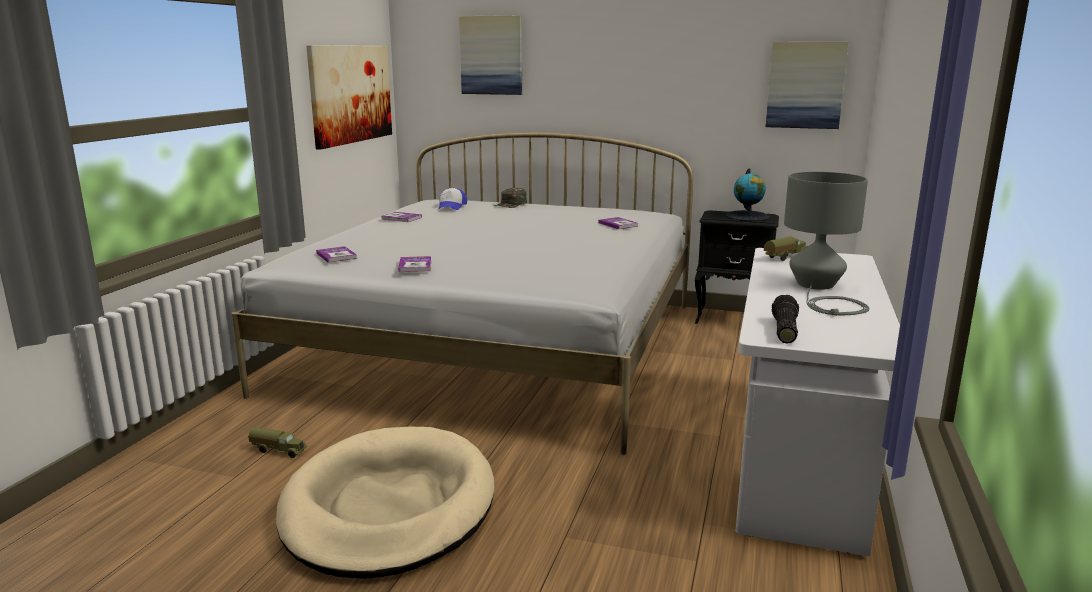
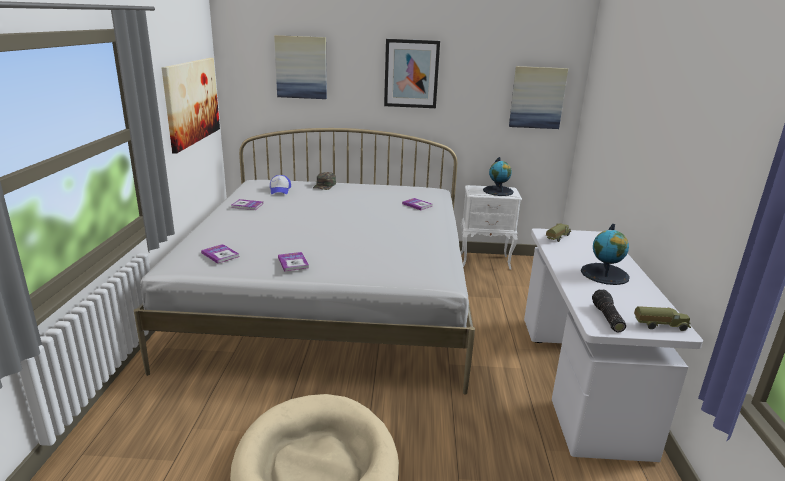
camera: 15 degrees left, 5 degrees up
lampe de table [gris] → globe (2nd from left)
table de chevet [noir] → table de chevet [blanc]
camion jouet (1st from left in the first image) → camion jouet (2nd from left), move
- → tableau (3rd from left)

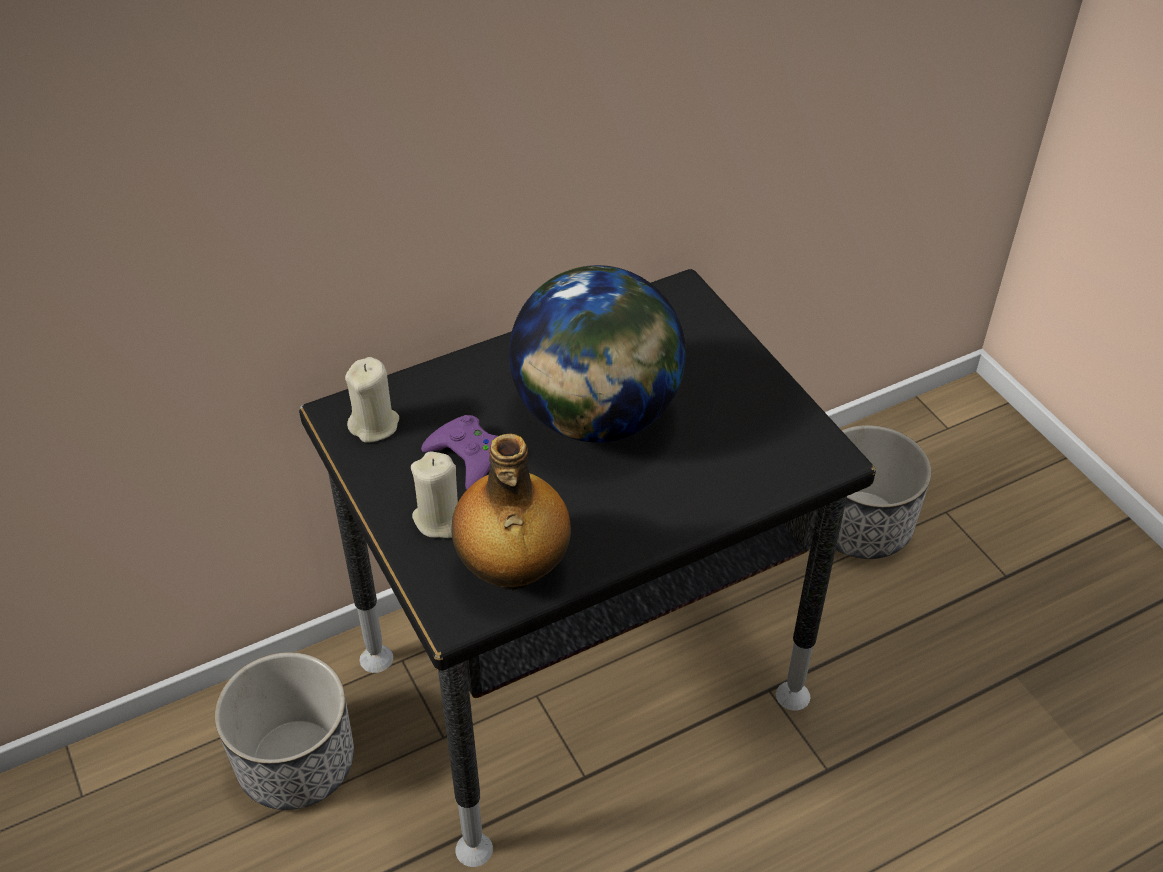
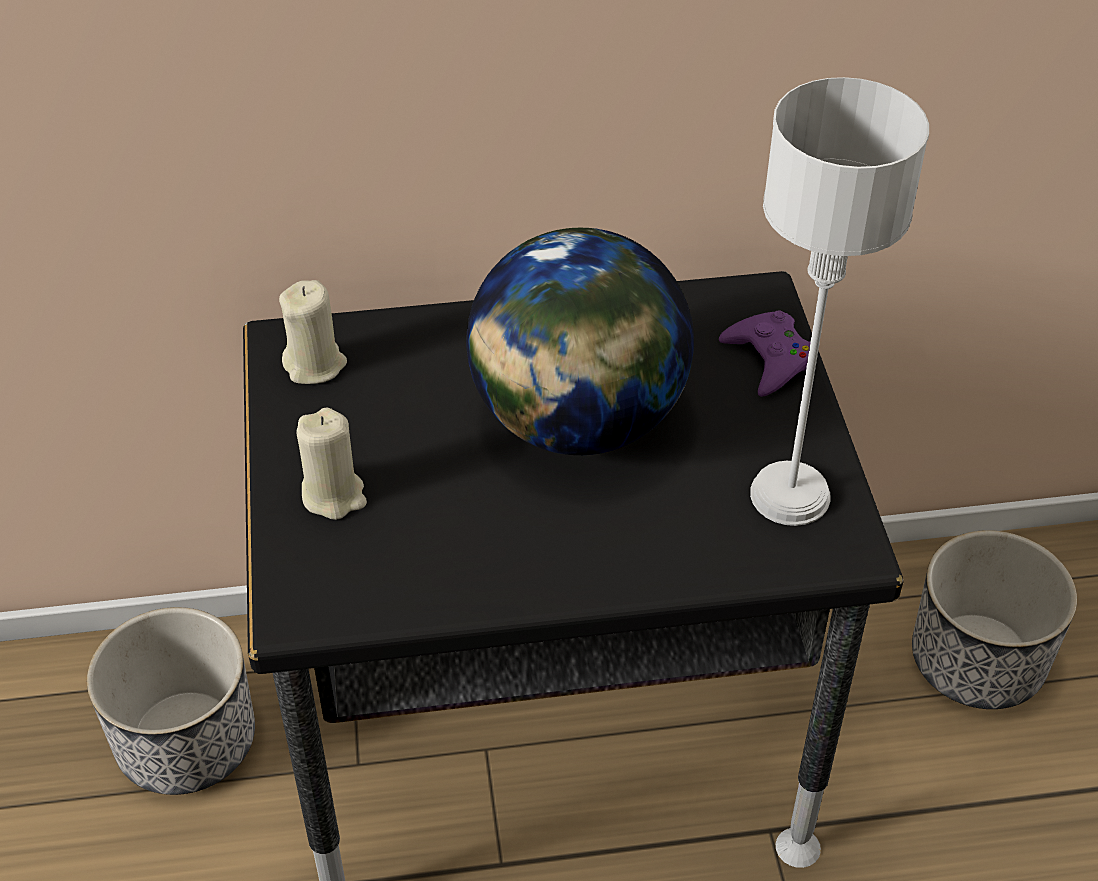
camera: 20 degrees right, 0 degrees up
manette [violet], move
bouteille → -
- → lampe de table [gris]

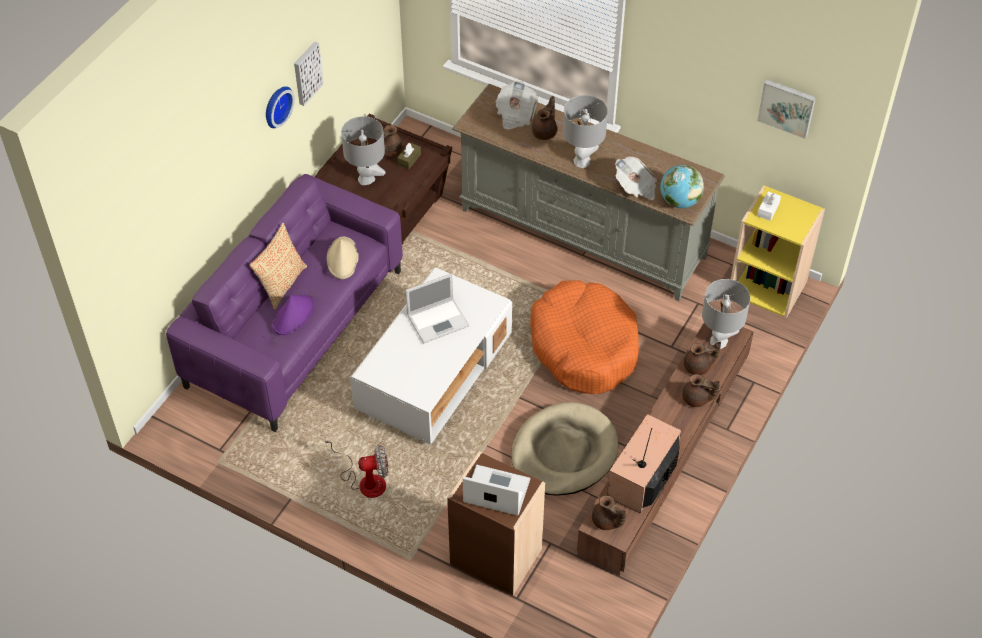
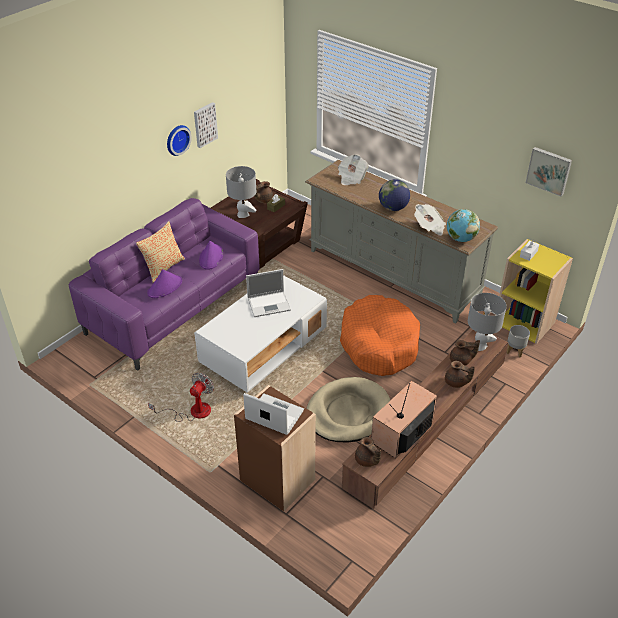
camera: 10 degrees right, 10 degrees down
lampe de table [gris] (2nd from left) → globe (1st from left)
théière [marron] (2nd from left) → -
chapeau [beige] → chapeau [violet] (2nd from left)
ventilateur, 60 degrees counterclockwise
- → cache-pot [gris]

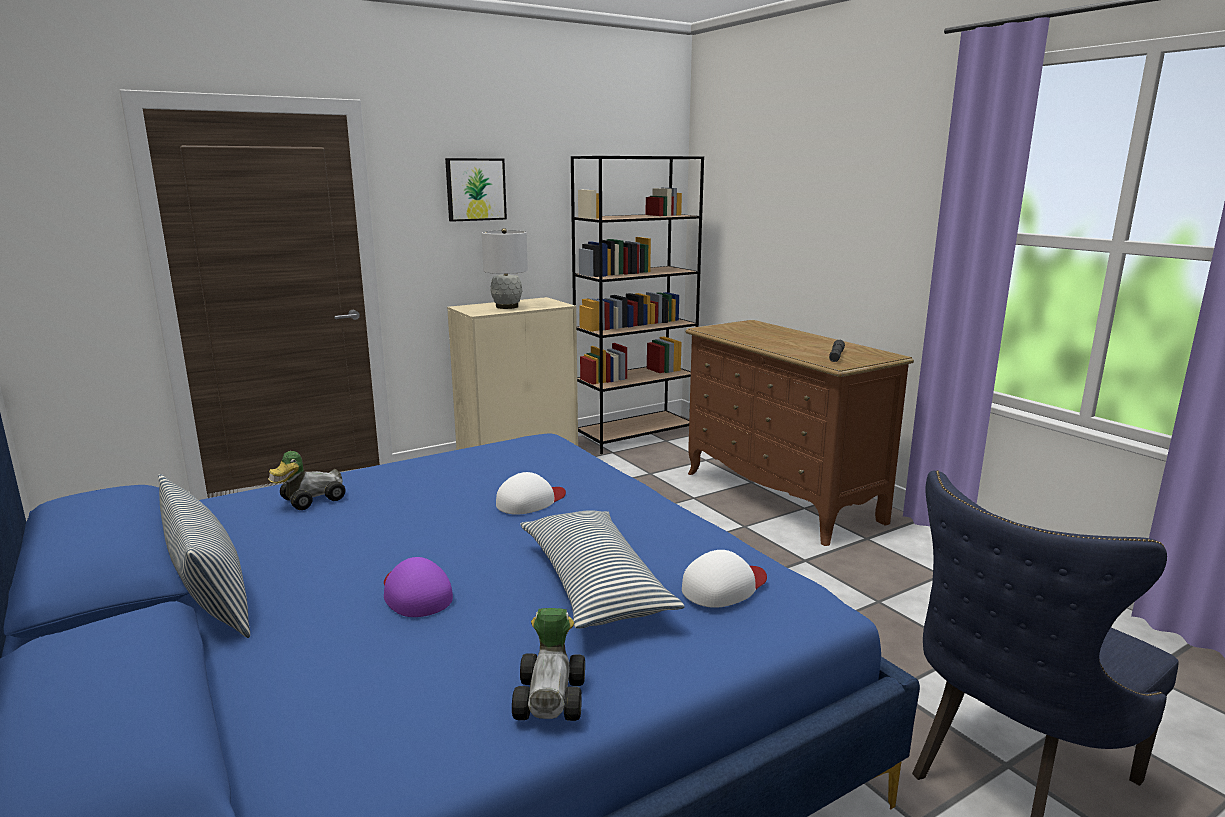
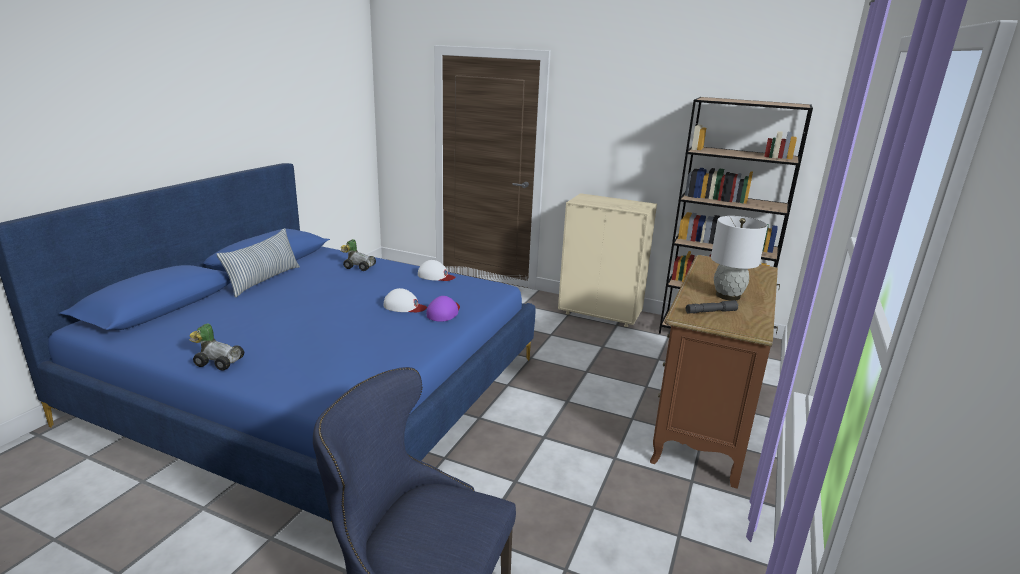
camera: 55 degrees right, 5 degrees up
tableau → -
lampe de table [blanc], move
coussin (2nd from left) → -
casquette [blanc] (2nd from left), move
casquette [violet], move
petite voiture (2nd from left in the first image) → petite voiture (1st from left), 135 degrees counterclockwise

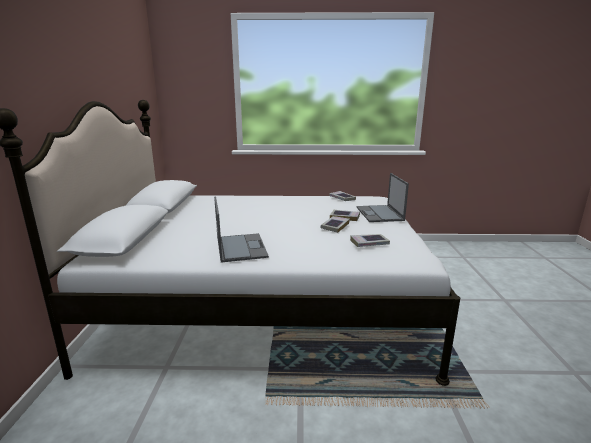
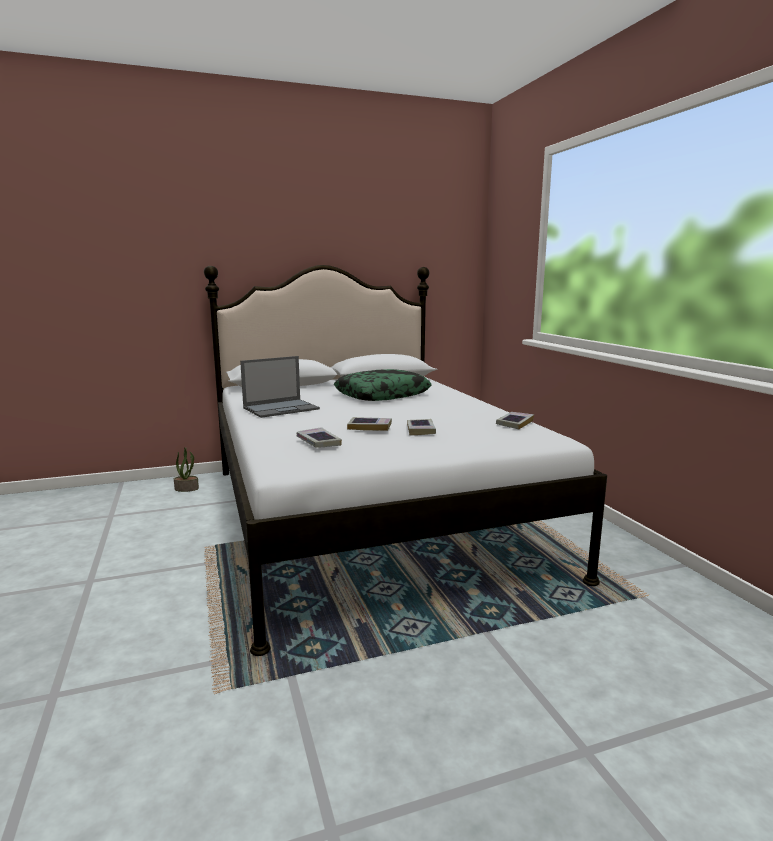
camera: 70 degrees right, 5 degrees down
ordinateur portable (2nd from left) → -
- → coussin
- → plante en pot

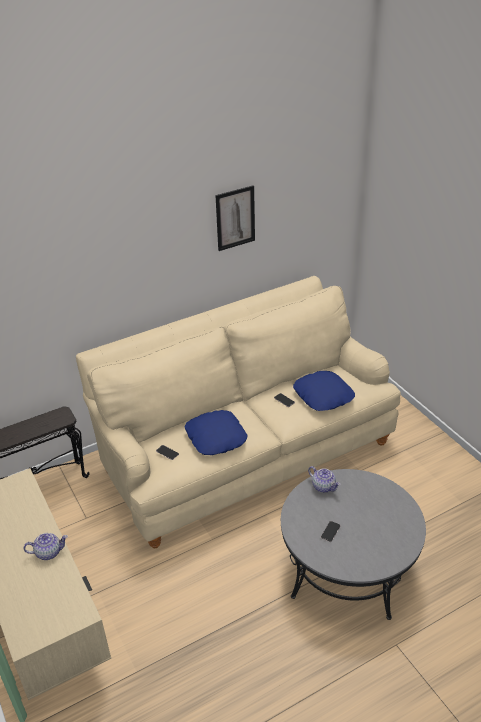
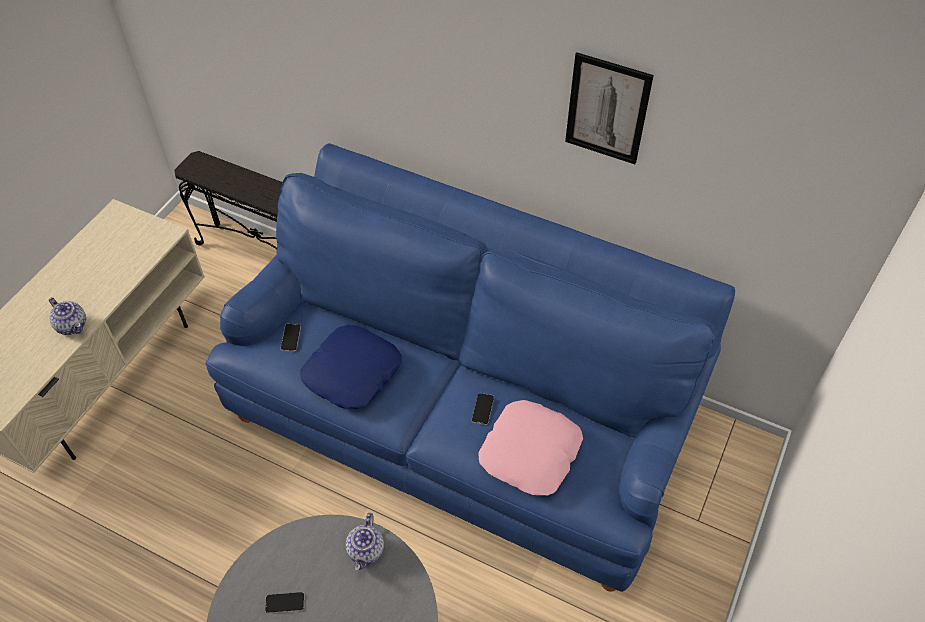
camera: 55 degrees right, 15 degrees up
canapé [beige] → canapé [bleu]
coussin [bleu] (2nd from left) → coussin [rose]

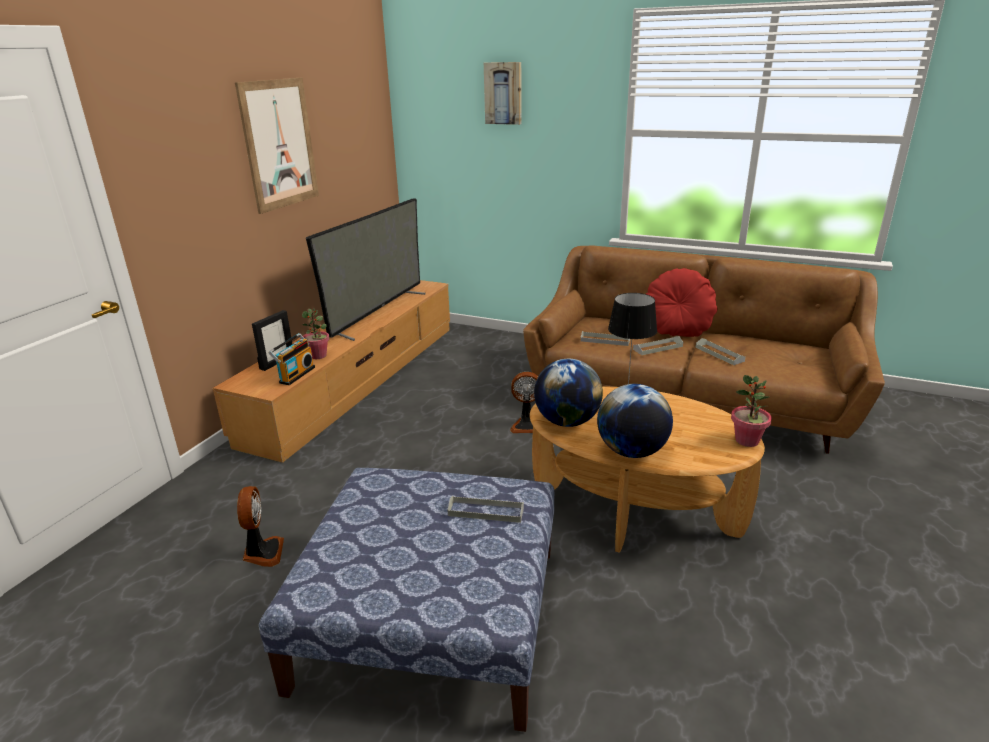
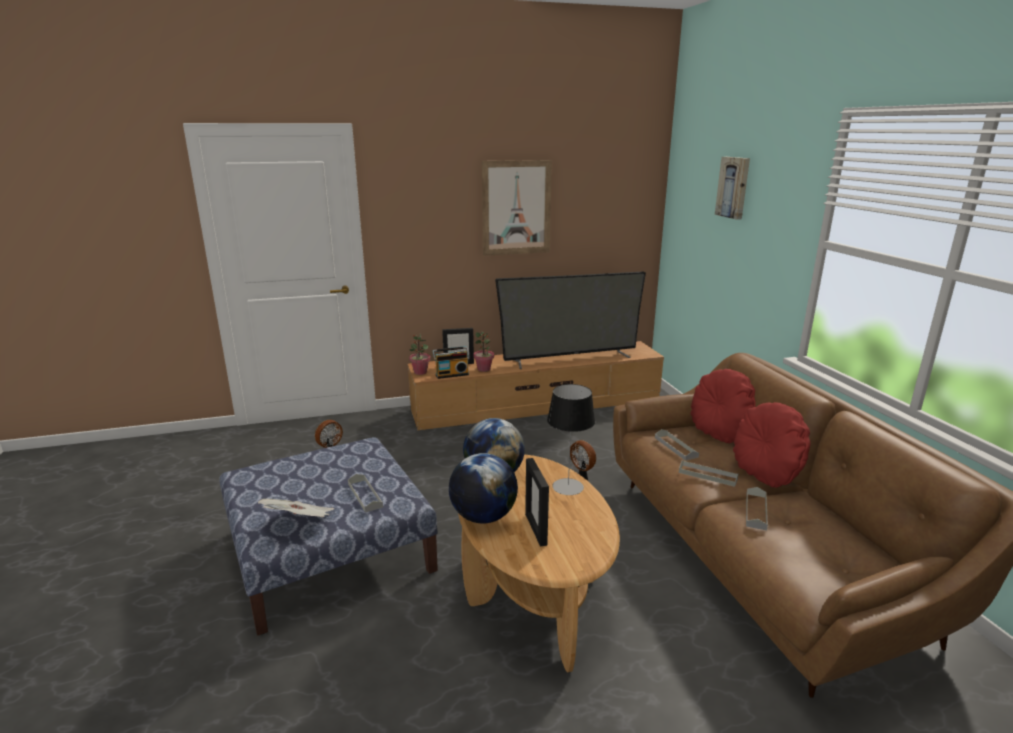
camera: 50 degrees right, 5 degrees down
plante en pot (2nd from left in the first image) → plante en pot (1st from left), move
- → coussin [rouge] (1st from left)
- → cadre photo (2nd from left)
- → journal

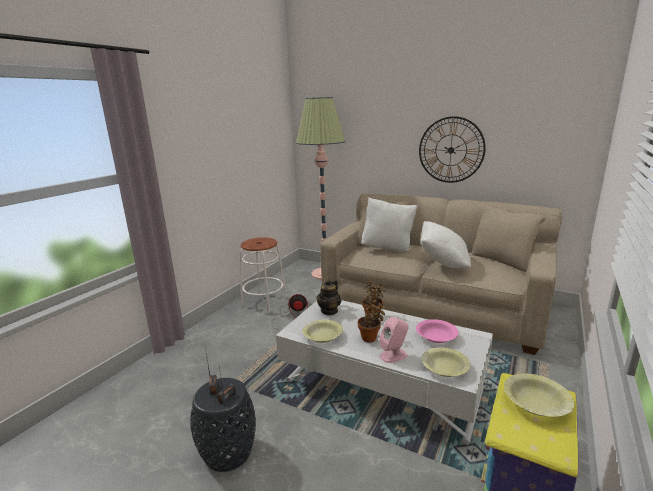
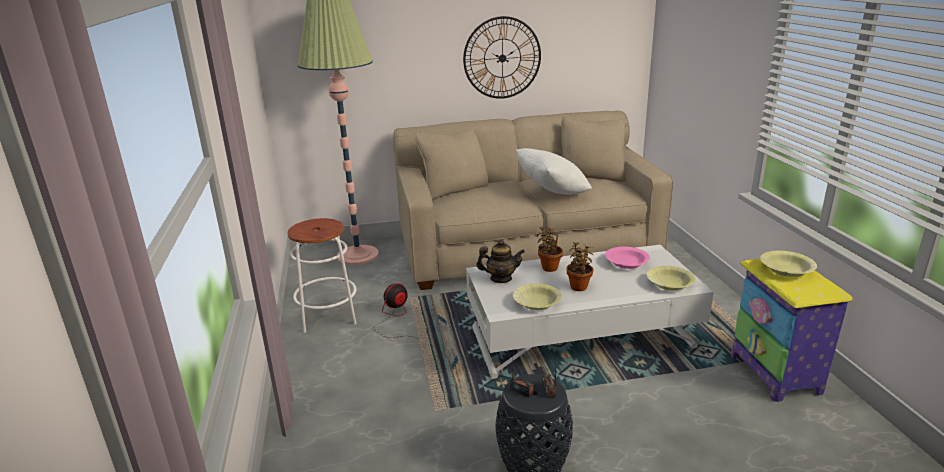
camera: 40 degrees left, 5 degrees up
coussin [blanc] (1st from left) → -
théière, 75 degrees counterclockwise
enceinte [rose] → -

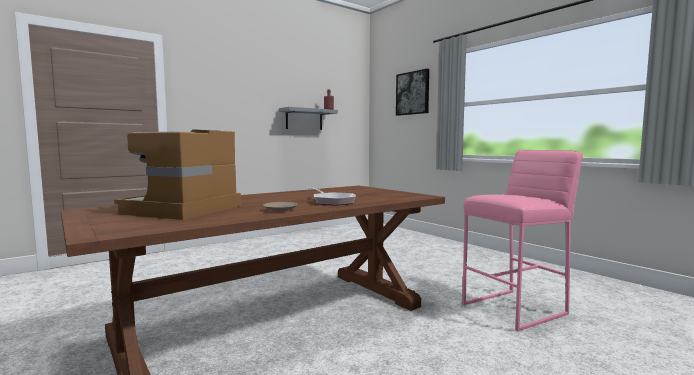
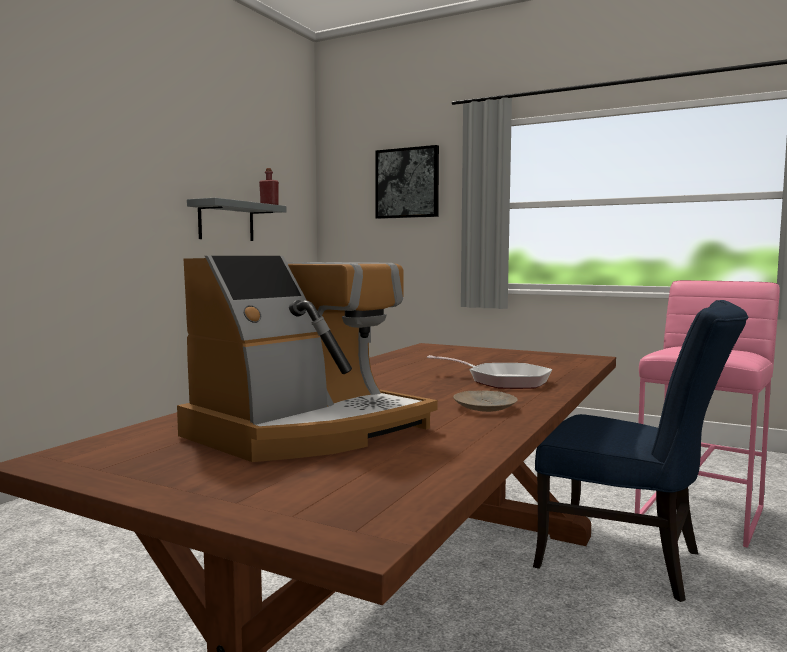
camera: 25 degrees left, 0 degrees up
machine à café, 135 degrees counterclockwise
- → chaise [bleu]

